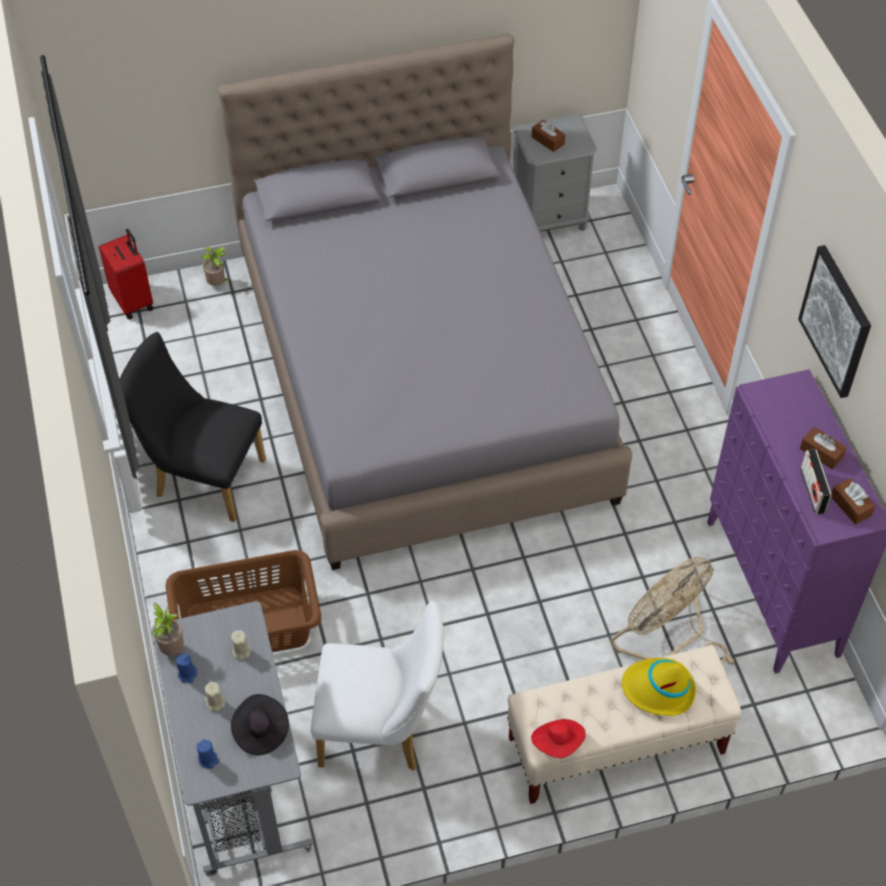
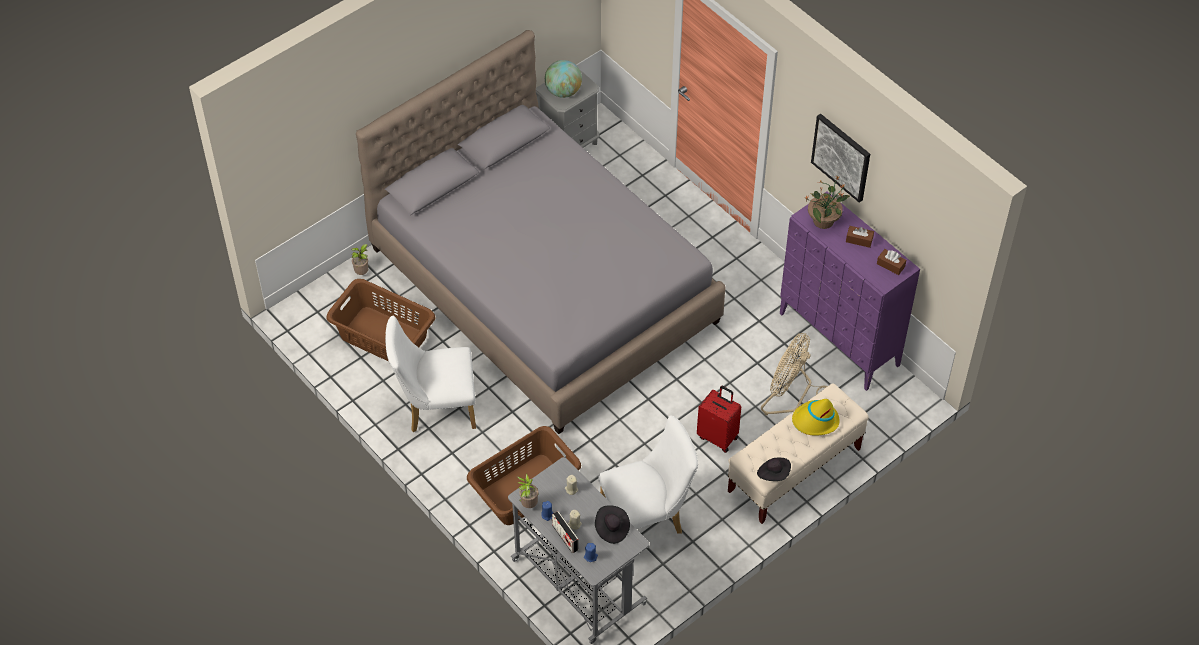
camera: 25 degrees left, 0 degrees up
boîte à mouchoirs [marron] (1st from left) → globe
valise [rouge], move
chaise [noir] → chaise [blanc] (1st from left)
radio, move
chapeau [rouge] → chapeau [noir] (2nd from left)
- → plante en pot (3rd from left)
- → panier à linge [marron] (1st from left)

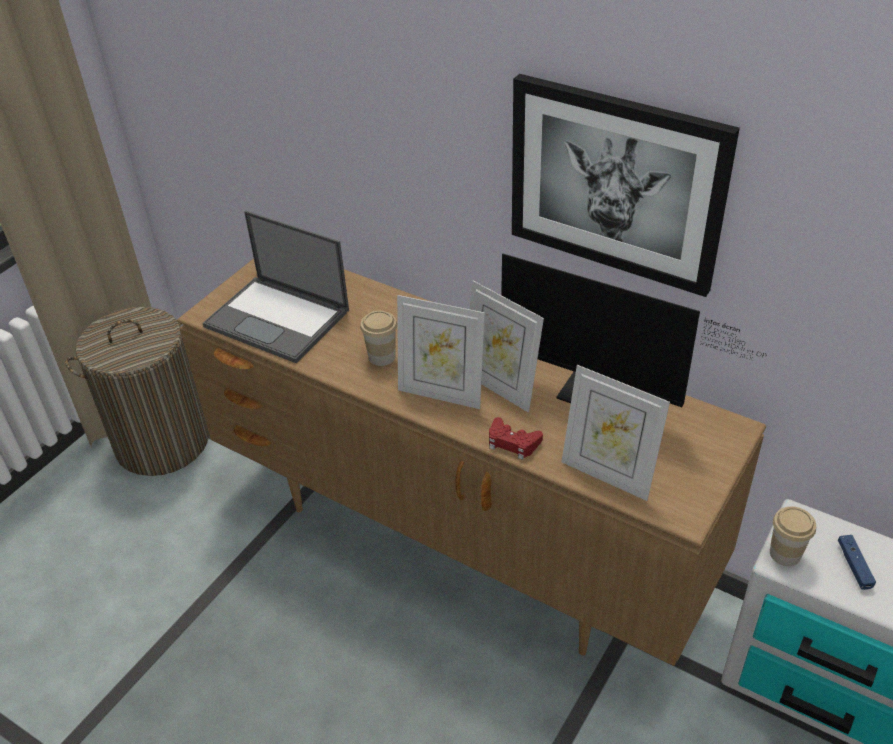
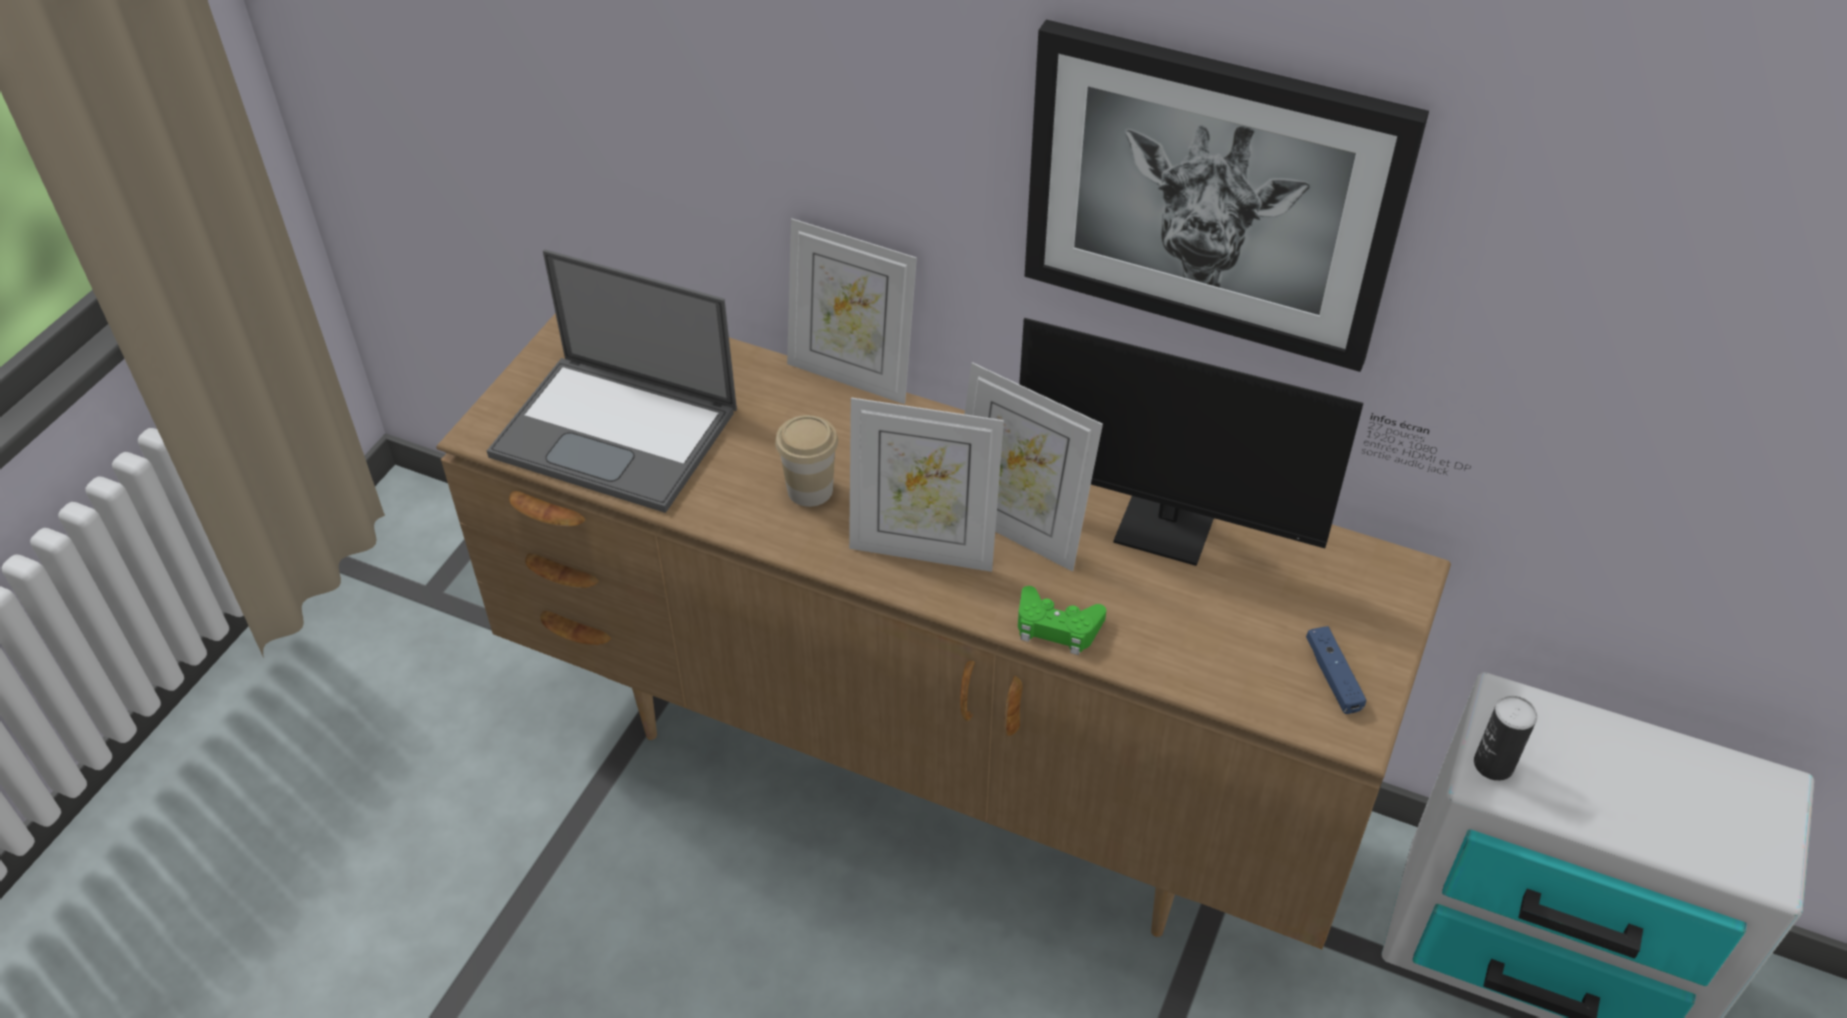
camera: 10 degrees left, 5 degrees up
panier à linge → -
cadre photo (3rd from left in the first image) → cadre photo (1st from left), move
manette [rouge] → manette [vert]
tasse (2nd from left) → boîte métallique
manette [bleu], move

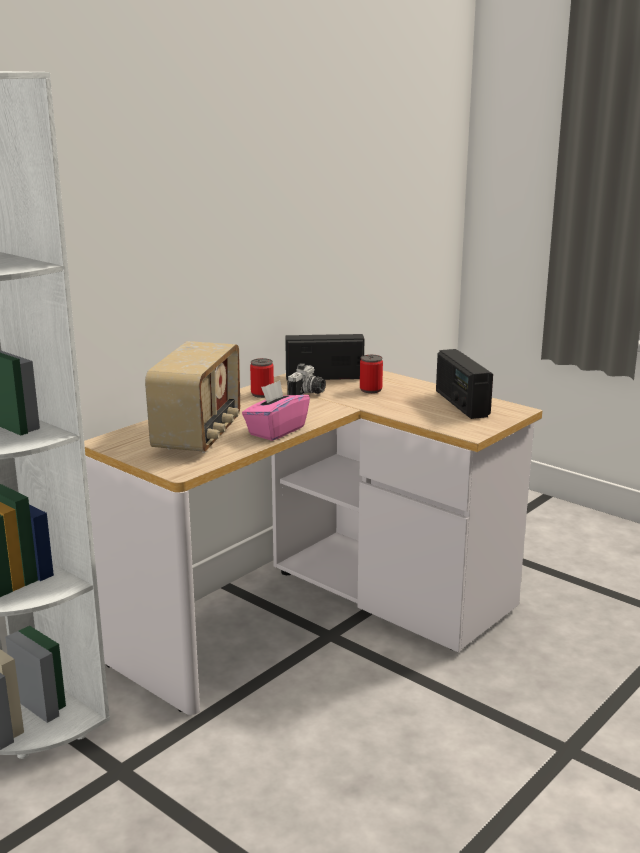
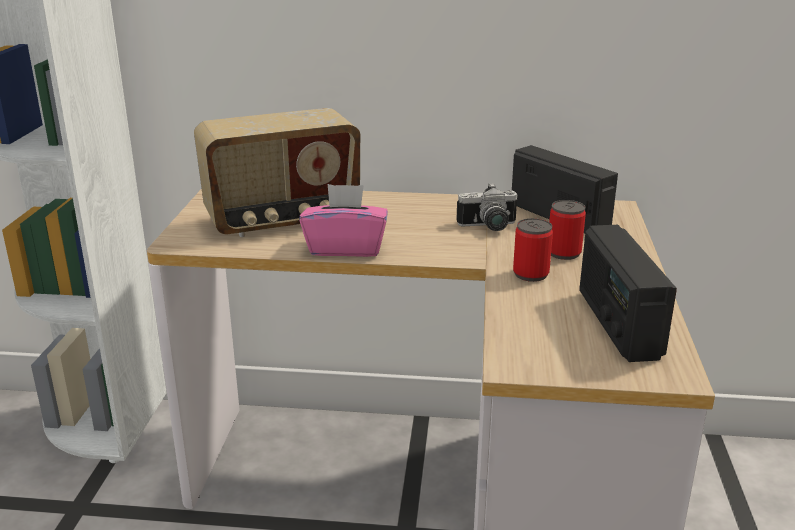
camera: 55 degrees right, 5 degrees up
radio (3rd from left), 45 degrees counterclockwise
boîte métallique (1st from left), move

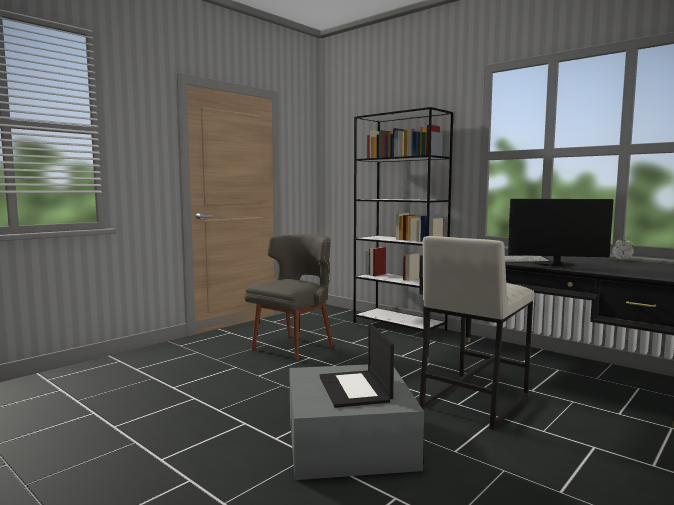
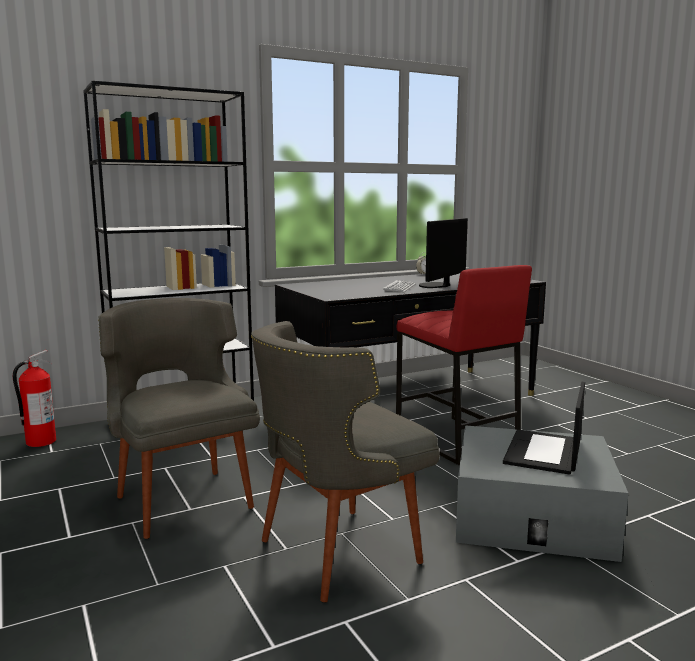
camera: 70 degrees left, 5 degrees up
tabouret [beige] → tabouret [rouge]
ordinateur portable, 105 degrees clockwise
- → chaise [gris] (2nd from left)
- → extincteur

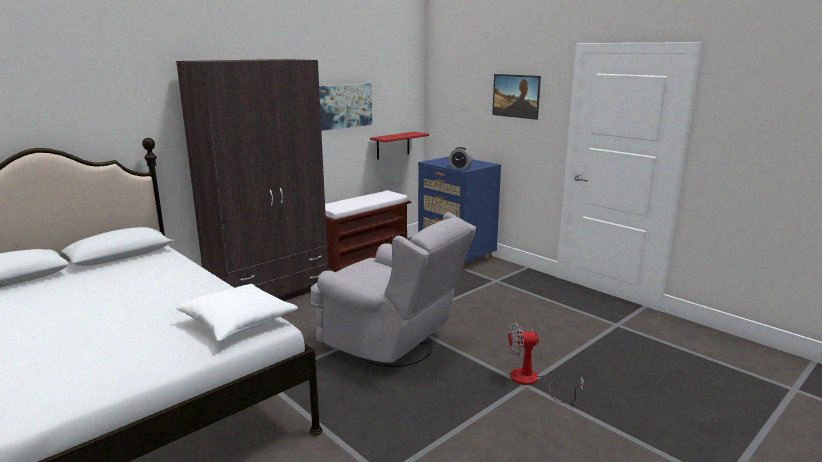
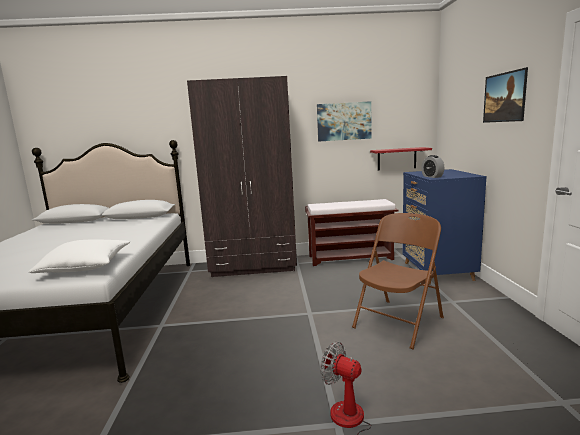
camera: 40 degrees right, 5 degrees down
fauteuil [gris] → -
- → chaise [marron]

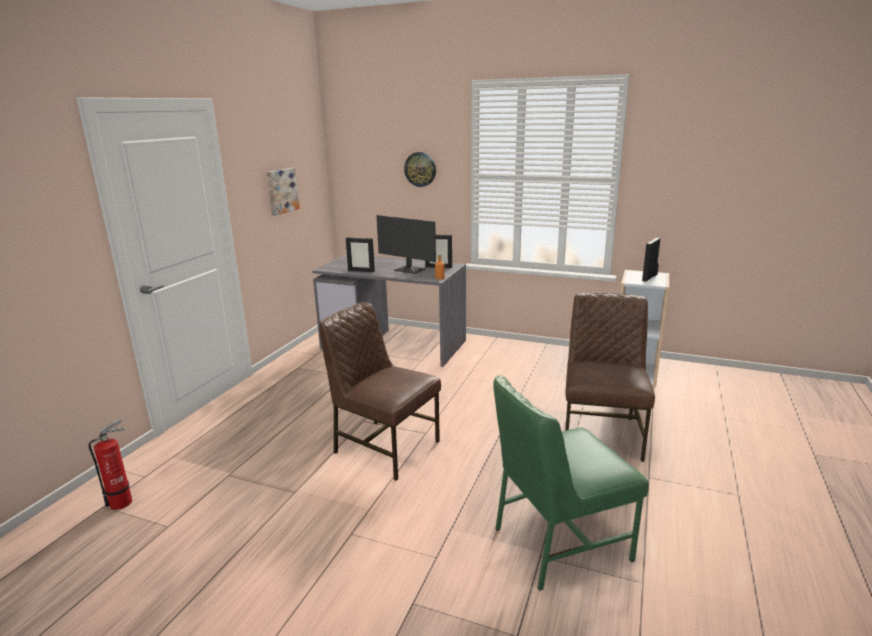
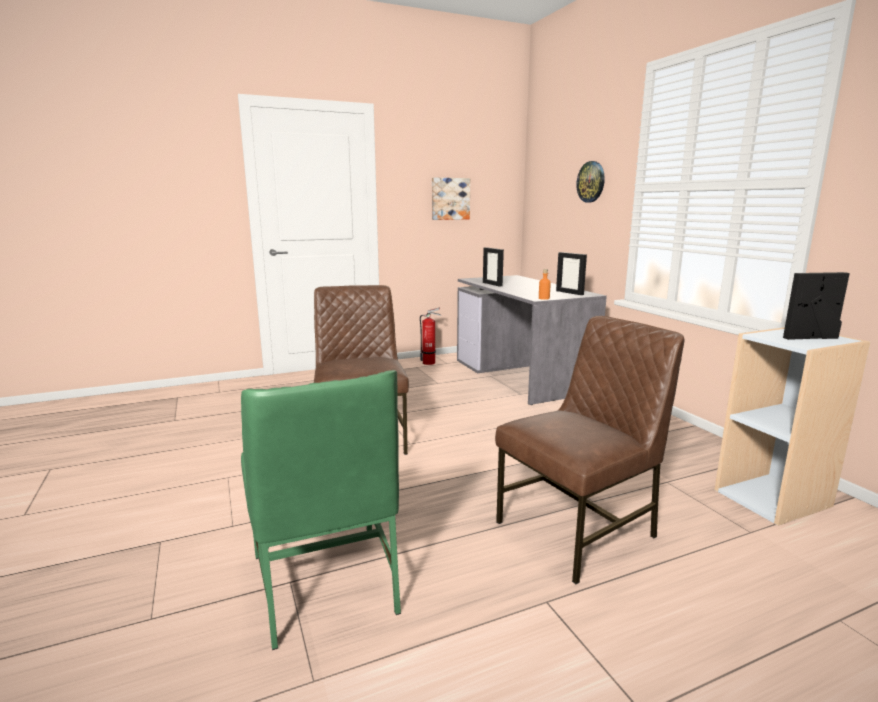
camera: 45 degrees right, 5 degrees down
écran d'ordinateur → -
chaise [vert], 135 degrees counterclockwise
extincteur, move

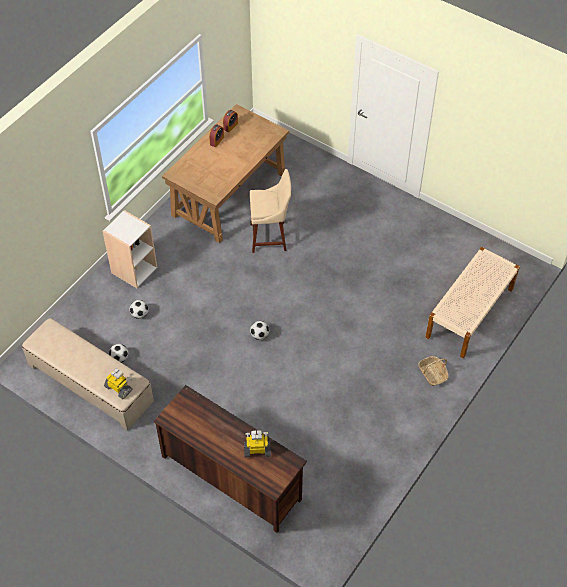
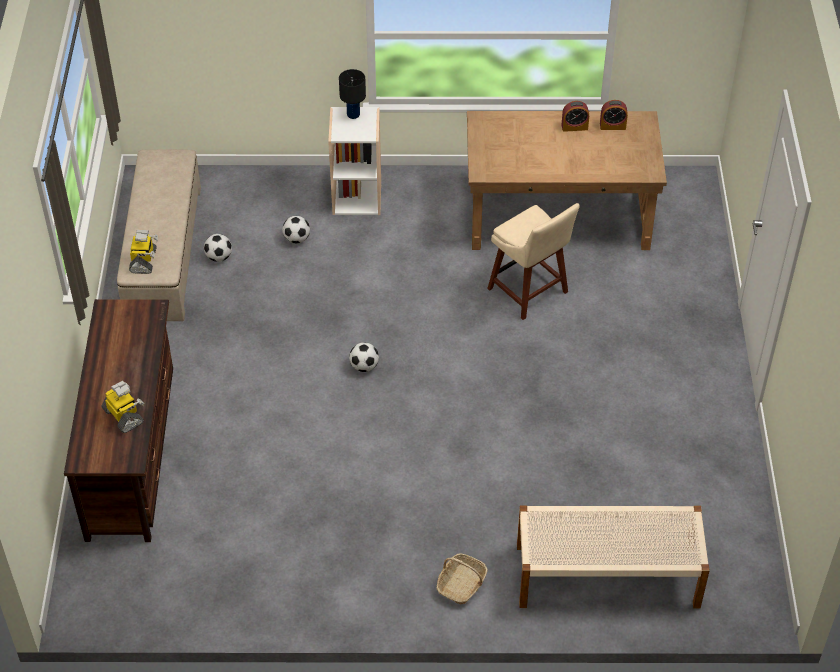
camera: 55 degrees right, 5 degrees down
- → lampe de table [noir]

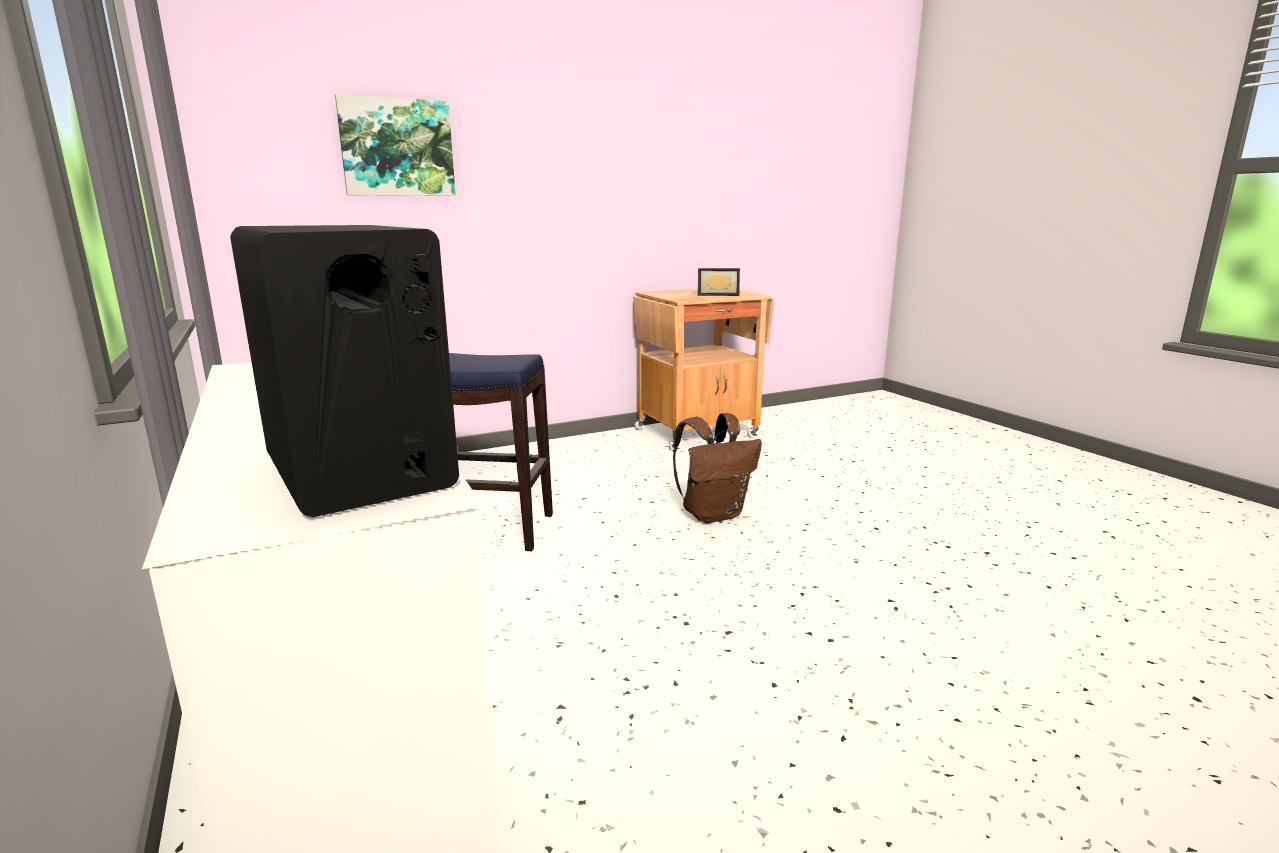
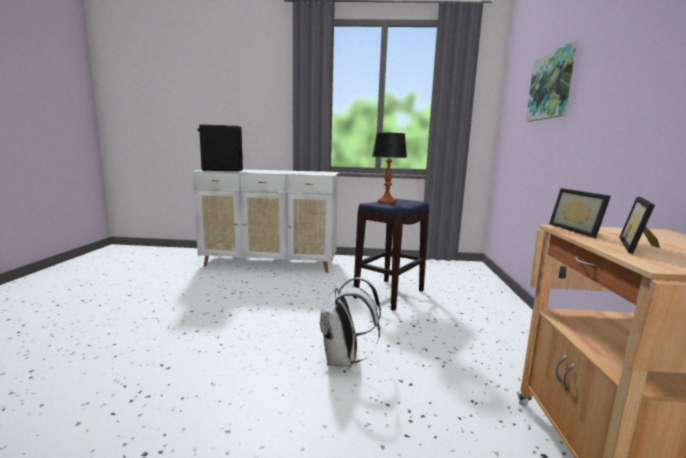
camera: 120 degrees right, 5 degrees down
sac à dos [marron] → sac à dos [blanc]
- → lampe de table
- → cadre photo (1st from left)

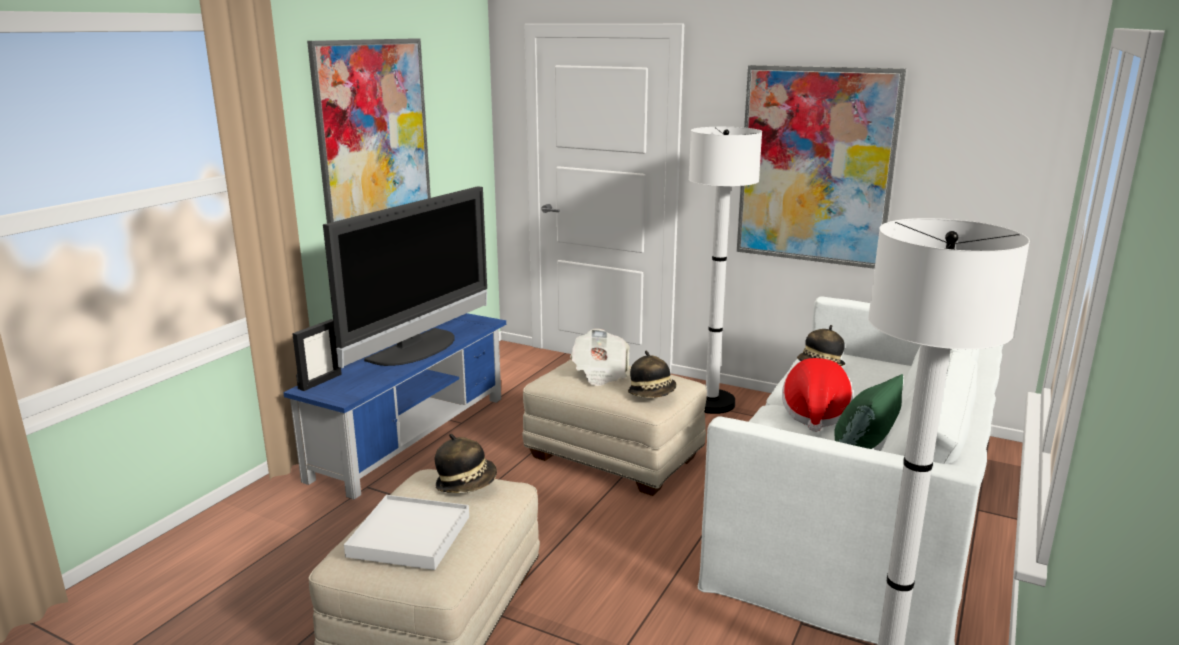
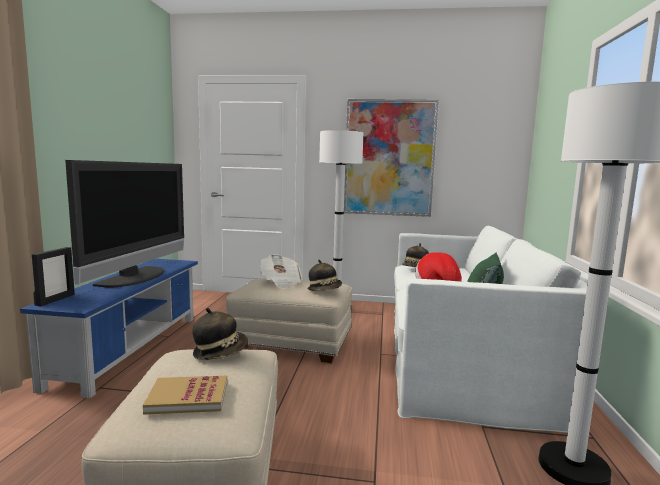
camera: 20 degrees left, 10 degrees down
tableau (1st from left) → -
plateau [blanc] → livre

